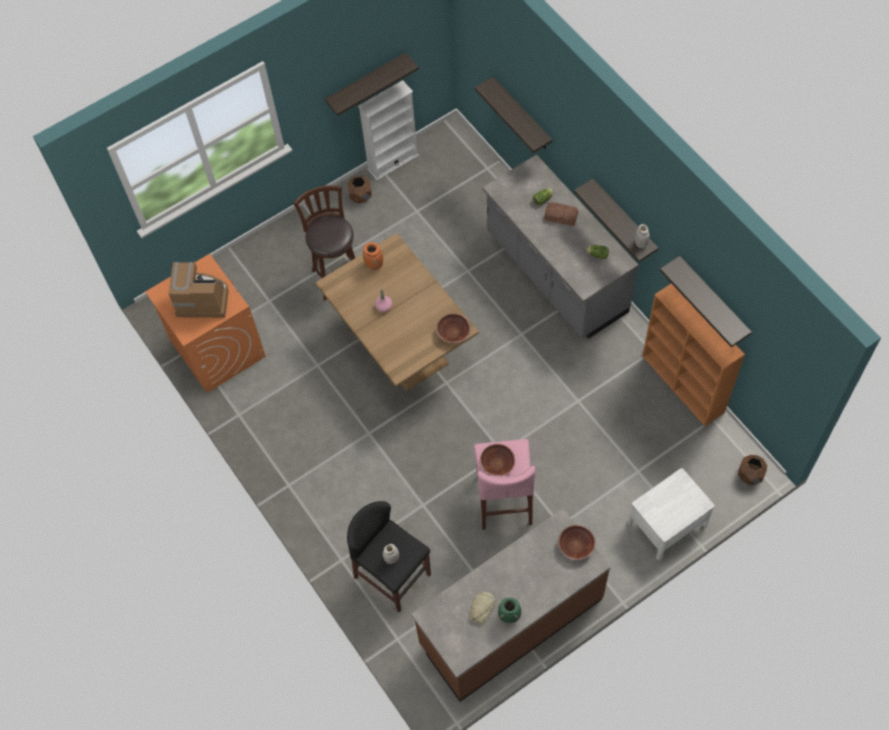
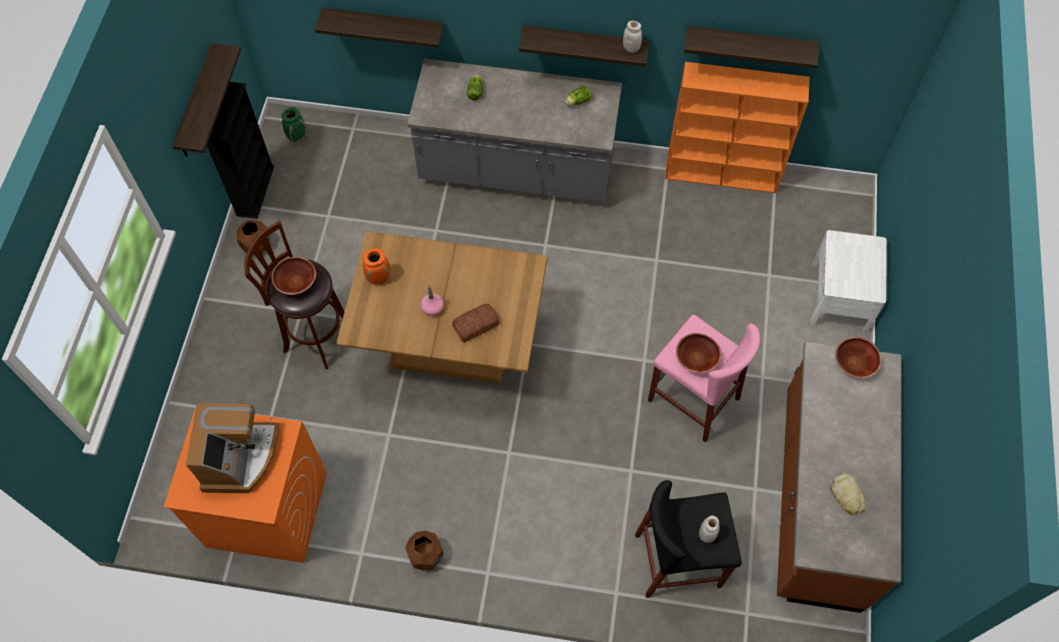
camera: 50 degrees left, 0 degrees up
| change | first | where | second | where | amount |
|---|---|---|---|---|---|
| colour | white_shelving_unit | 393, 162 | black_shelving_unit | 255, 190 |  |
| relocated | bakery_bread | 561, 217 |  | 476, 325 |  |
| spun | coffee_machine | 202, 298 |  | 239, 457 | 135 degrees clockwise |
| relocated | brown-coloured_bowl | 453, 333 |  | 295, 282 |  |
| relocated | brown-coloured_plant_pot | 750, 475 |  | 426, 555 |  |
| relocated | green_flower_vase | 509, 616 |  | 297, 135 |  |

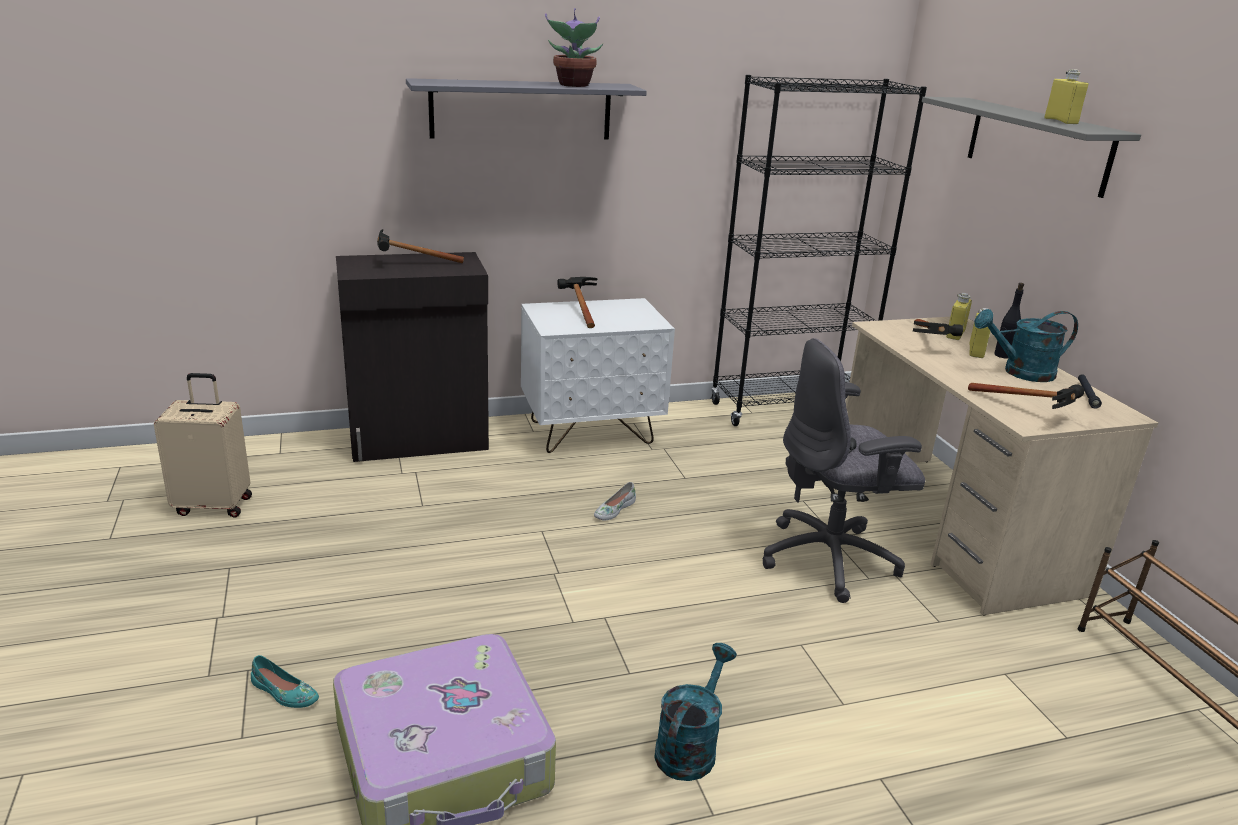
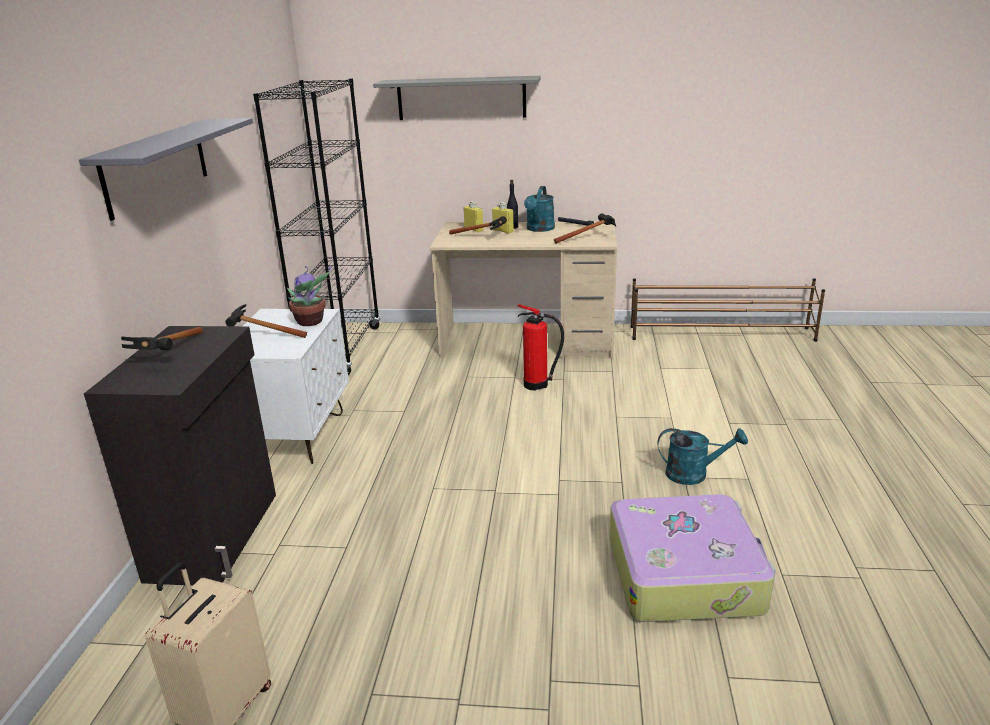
camera: 65 degrees left, 0 degrees up
| change | first | where | second | where | amount |
|---|---|---|---|---|---|
| relocated | plant_in_a_pot | 573, 85 |  | 311, 322 |  |
| missing | yellow-coloured_beverage_bottle | 1060, 121 |  |  |  |
| exchanged | grey_desk_chair | 831, 559 | extinguisher | 538, 385 |  |
| missing | white_low_shoe | 614, 510 |  |  |  |
| spun | turquoise_watering_can | 690, 746 |  | 694, 474 | 135 degrees clockwise |
| missing | turquoise_low_shoe | 284, 693 |  |  |  |

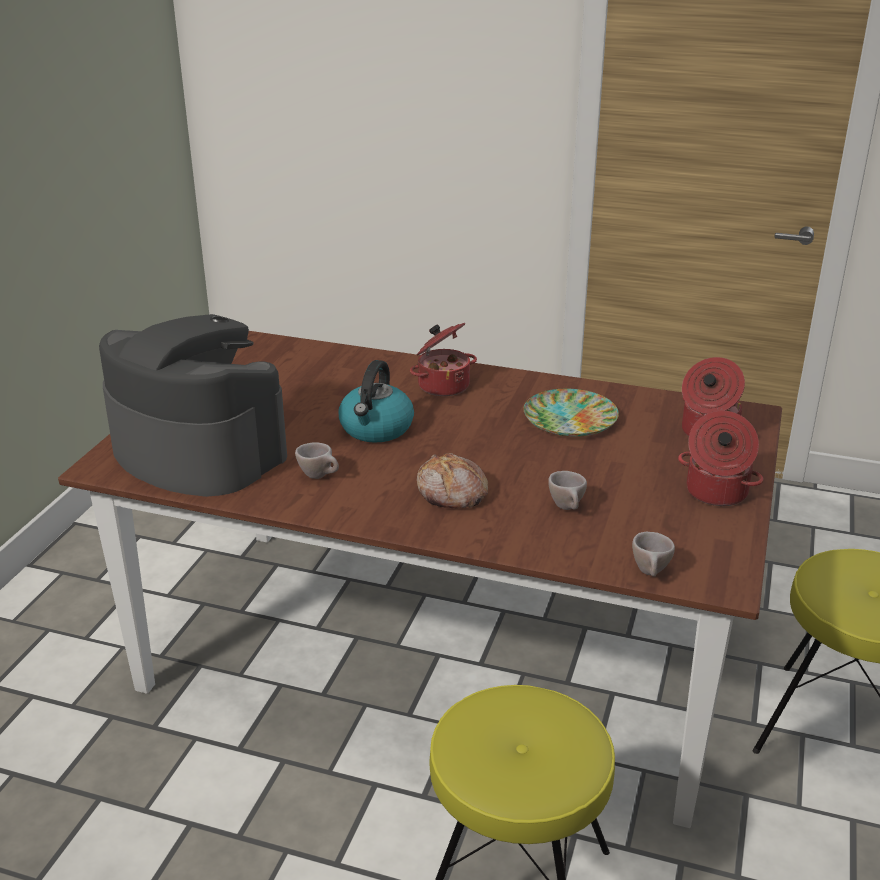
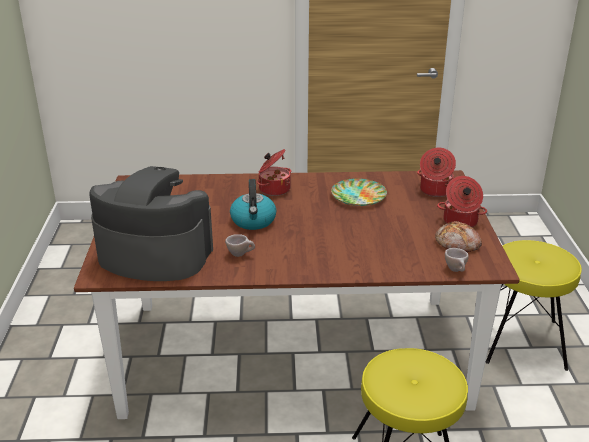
camera: 20 degrees left, 0 degrees up
| change | first | where | second | where | amount |
|---|---|---|---|---|---|
| relocated | bakery_bread | 451, 493 |  | 458, 244 |  |
| missing | sand-coloured_drinking_cup | 568, 508 |  |  |  |

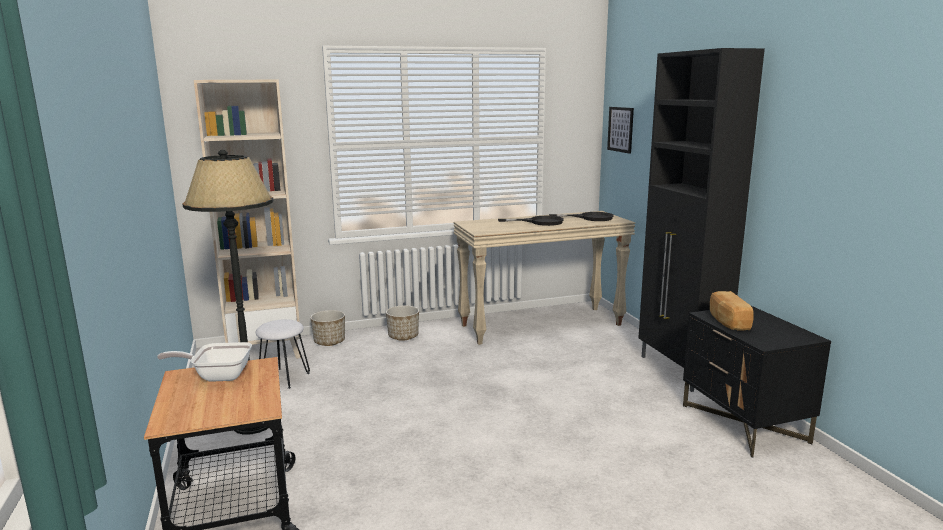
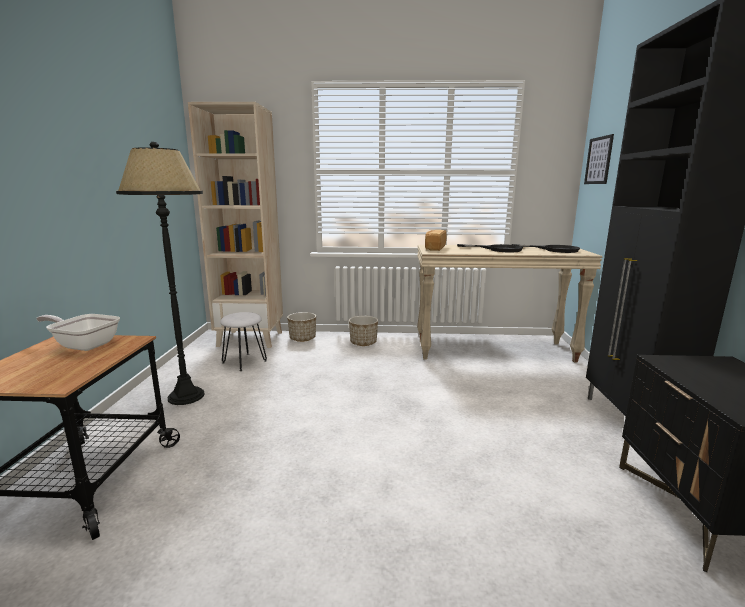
camera: 20 degrees right, 0 degrees up
| change | first | where | second | where | amount |
|---|---|---|---|---|---|
| relocated | bakery_bread | 728, 321 |  | 434, 248 |  |

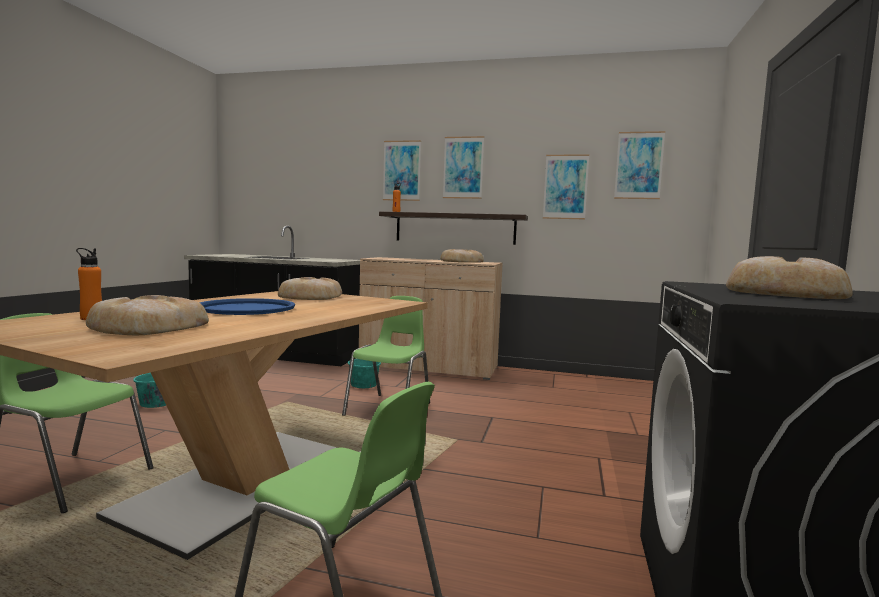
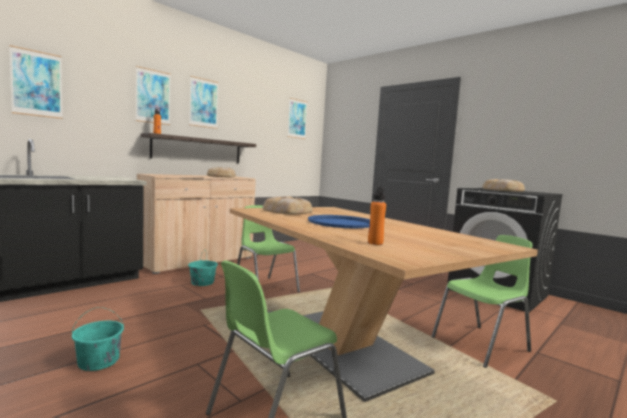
camera: 60 degrees left, 0 degrees up
| change | first | where | second | where | amount |
|---|---|---|---|---|---|
| relocated | wall_picture | 565, 187 |  | 37, 84 |  |
| missing | bakery_bread | 146, 327 |  |  |  |

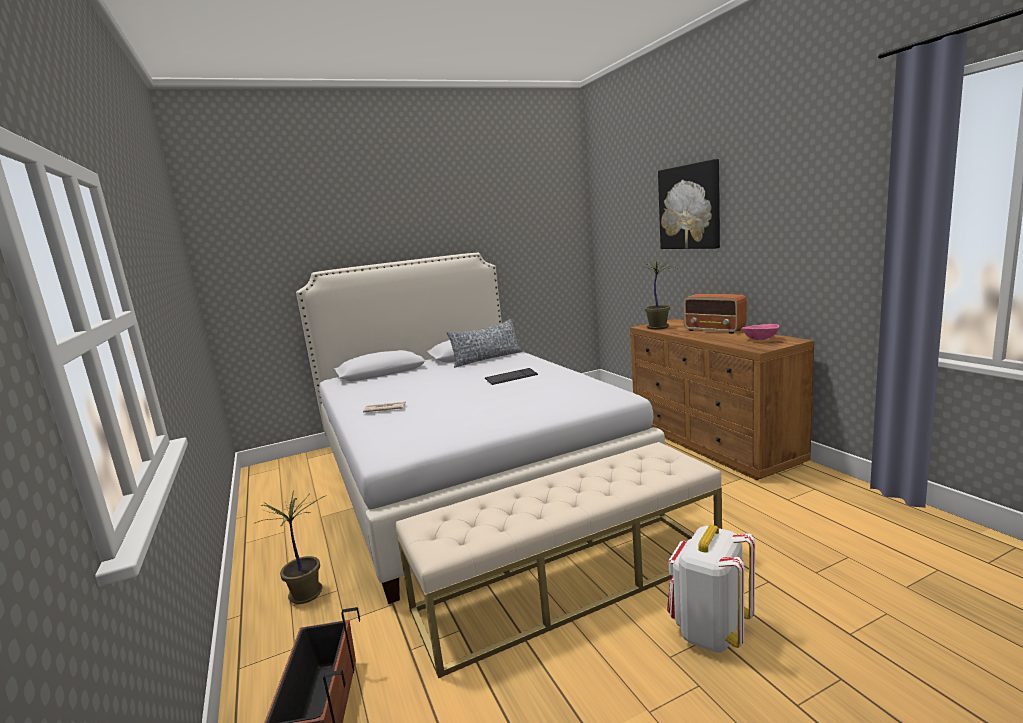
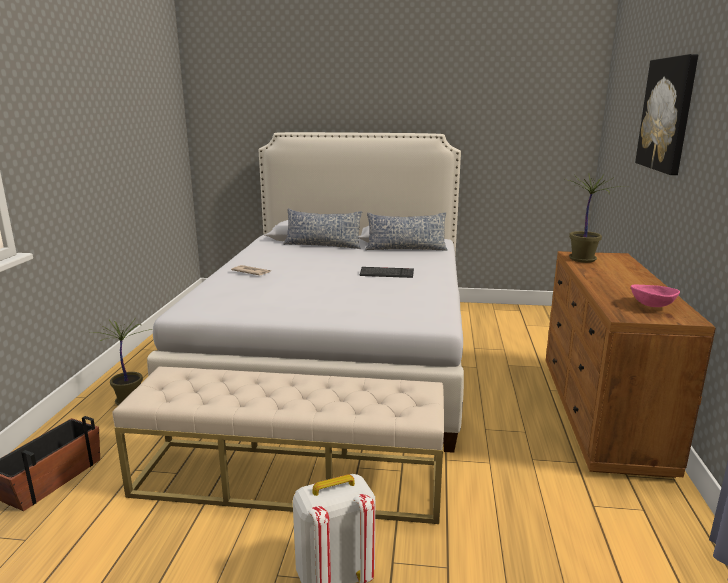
camera: 30 degrees right, 5 degrees up
| change | first | where | second | where | amount |
|---|---|---|---|---|---|
| missing | radio_set | 715, 330 |  |  |  |
| appeared |  |  | pillow | 322, 245 |  |

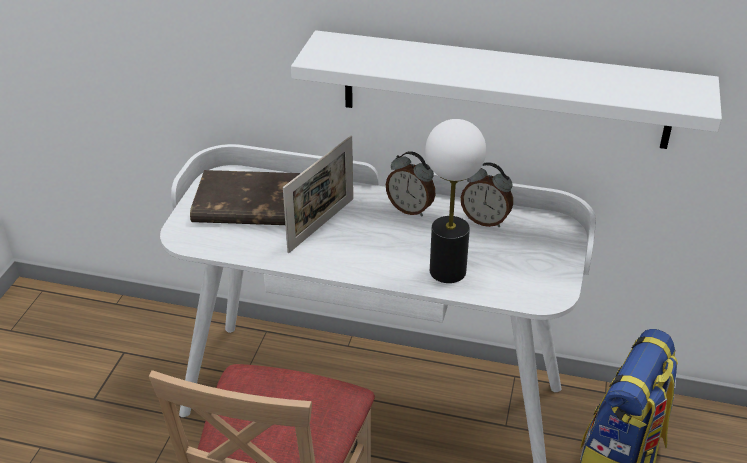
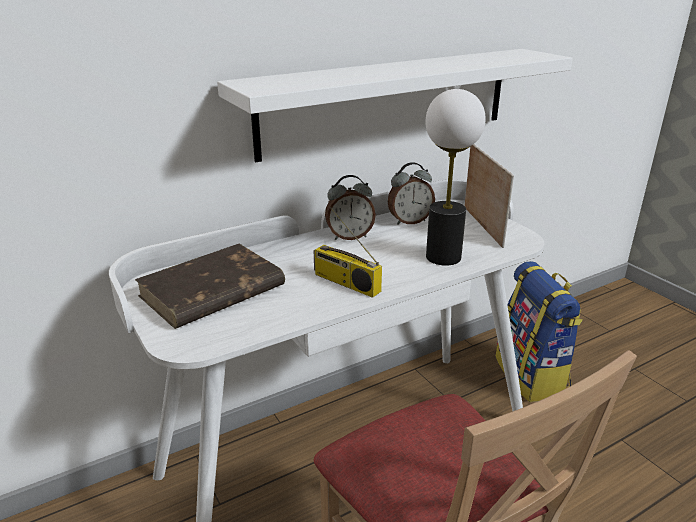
camera: 45 degrees left, 10 degrees down
| change | first | where | second | where | amount |
|---|---|---|---|---|---|
| relocated | standing_frame | 321, 225 |  | 482, 226 |  |
| appeared |  |  | radio_set | 345, 283 |  |

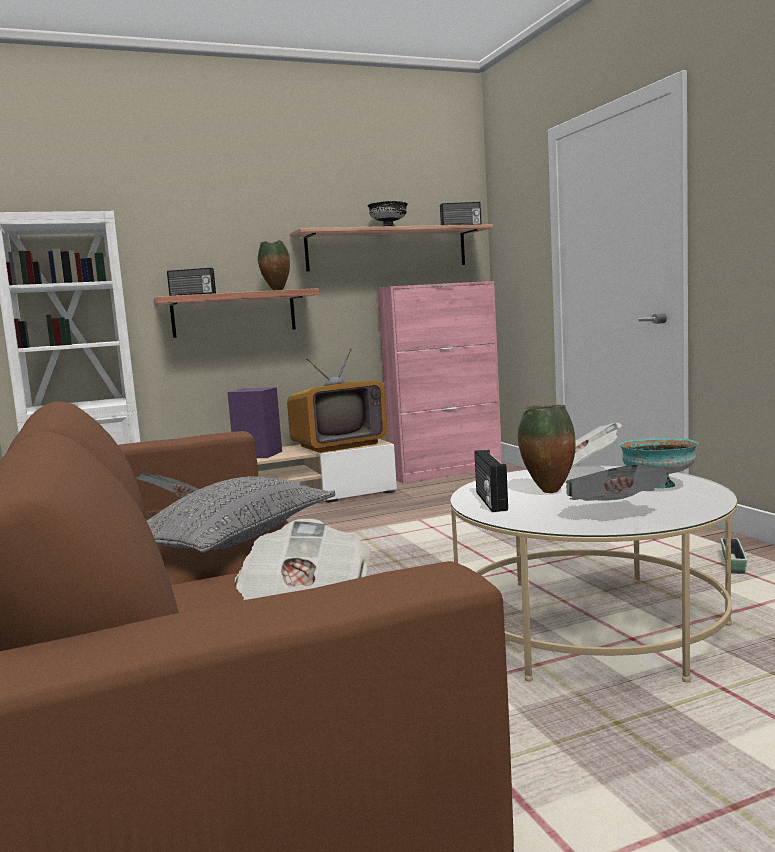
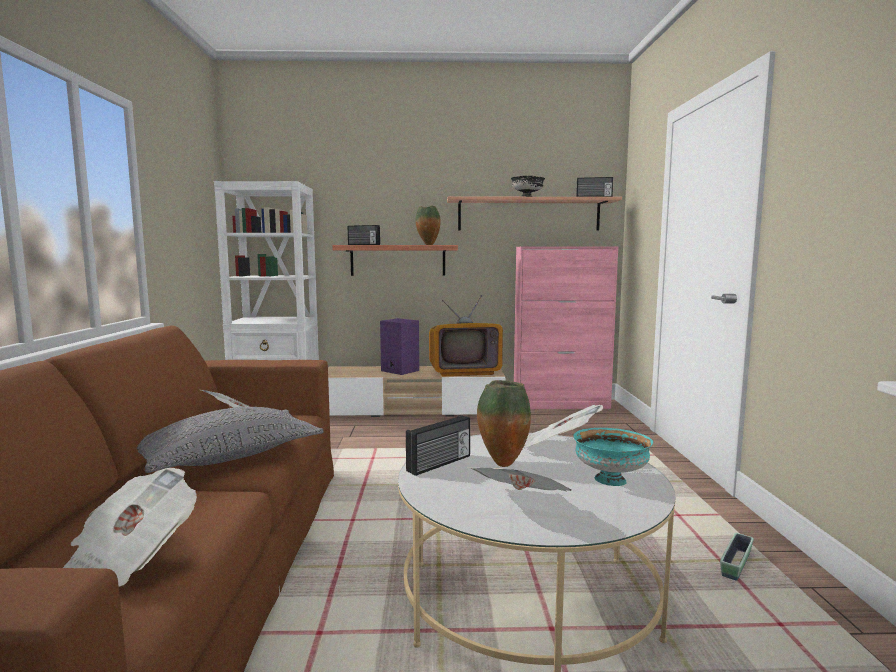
camera: 20 degrees right, 0 degrees up
| change | first | where | second | where | amount |
|---|---|---|---|---|---|
| spun | radio_set | 489, 501 |  | 440, 464 | 150 degrees counterclockwise |

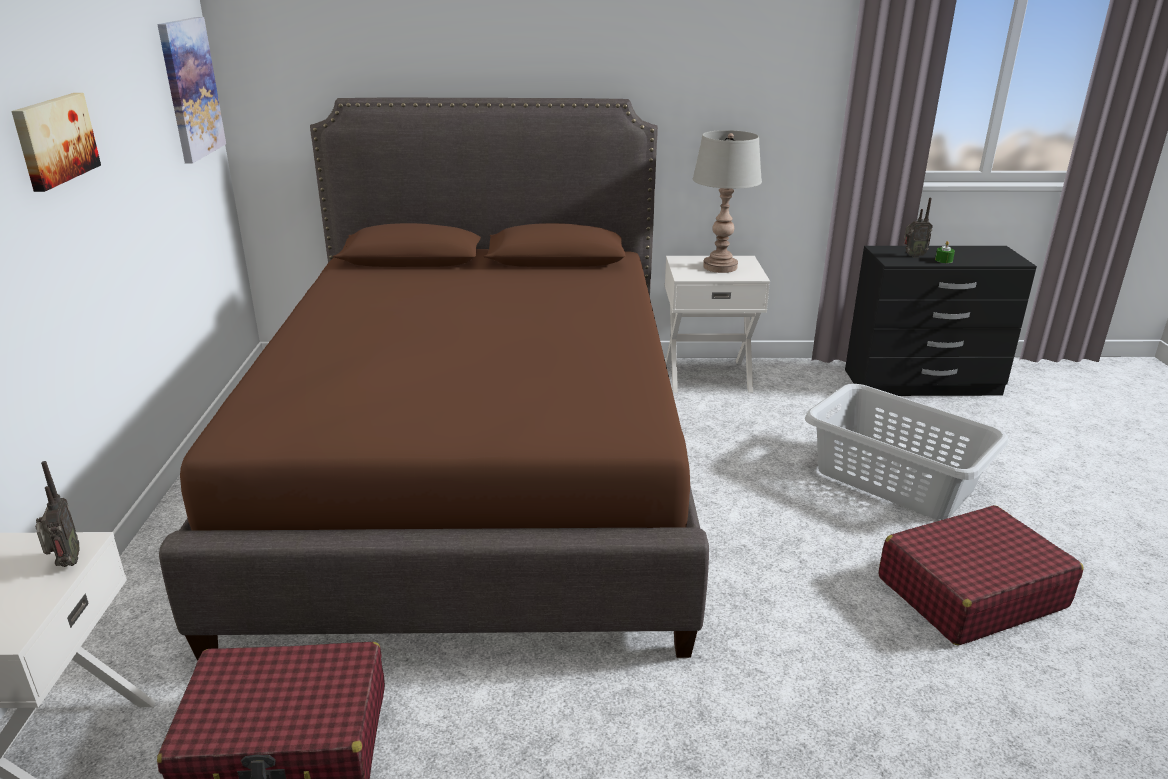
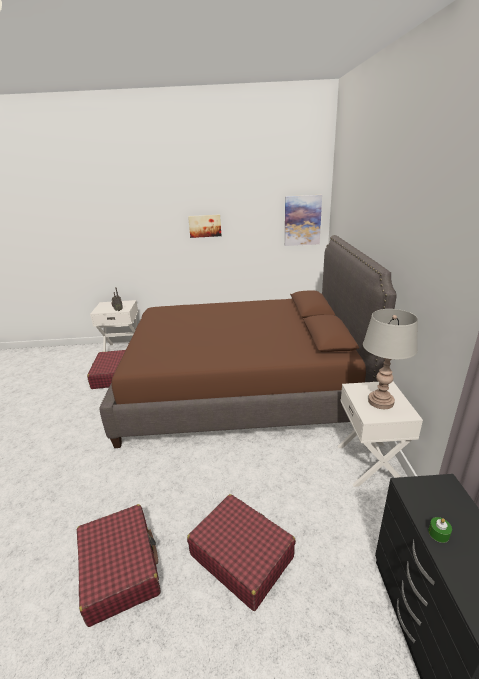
camera: 90 degrees right, 0 degrees up
| change | first | where | second | where | amount |
|---|---|---|---|---|---|
| missing | radio_set | 912, 256 |  |  |  |
| exchanged | grey_hamper | 894, 480 | red_travel_case | 241, 555 |  |

